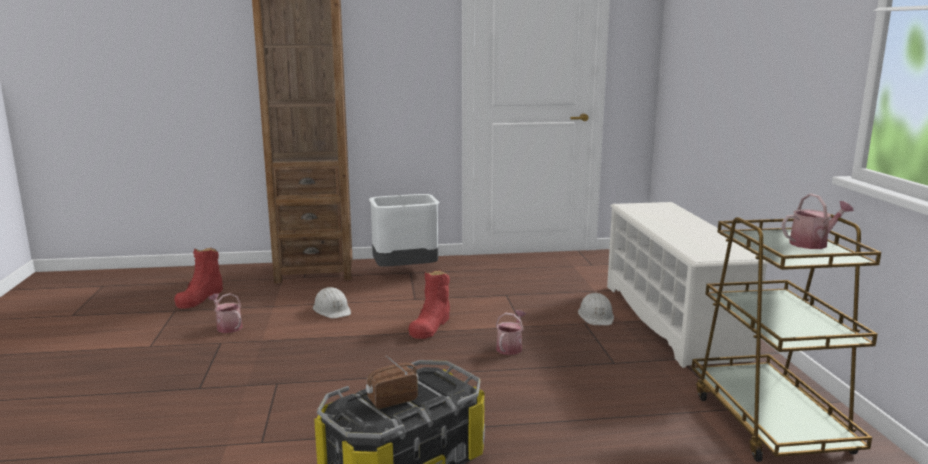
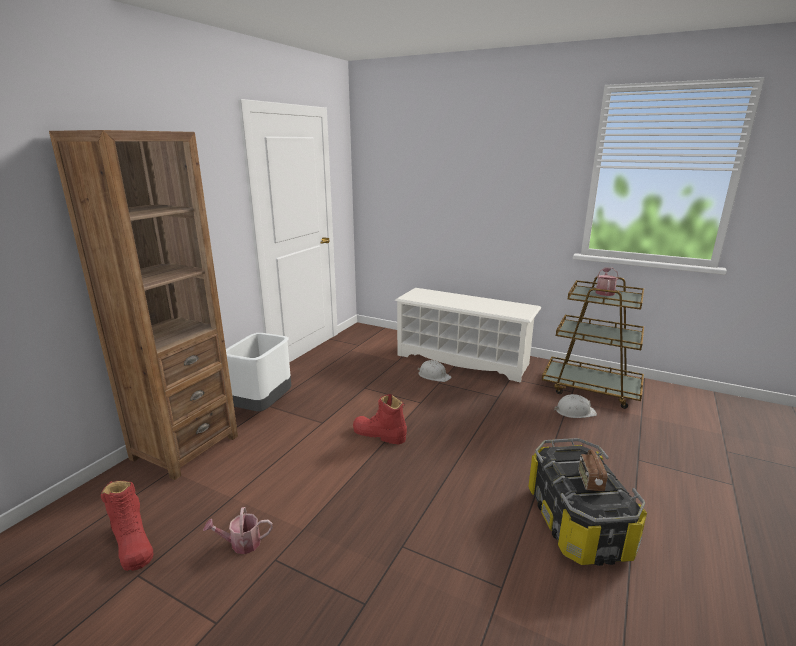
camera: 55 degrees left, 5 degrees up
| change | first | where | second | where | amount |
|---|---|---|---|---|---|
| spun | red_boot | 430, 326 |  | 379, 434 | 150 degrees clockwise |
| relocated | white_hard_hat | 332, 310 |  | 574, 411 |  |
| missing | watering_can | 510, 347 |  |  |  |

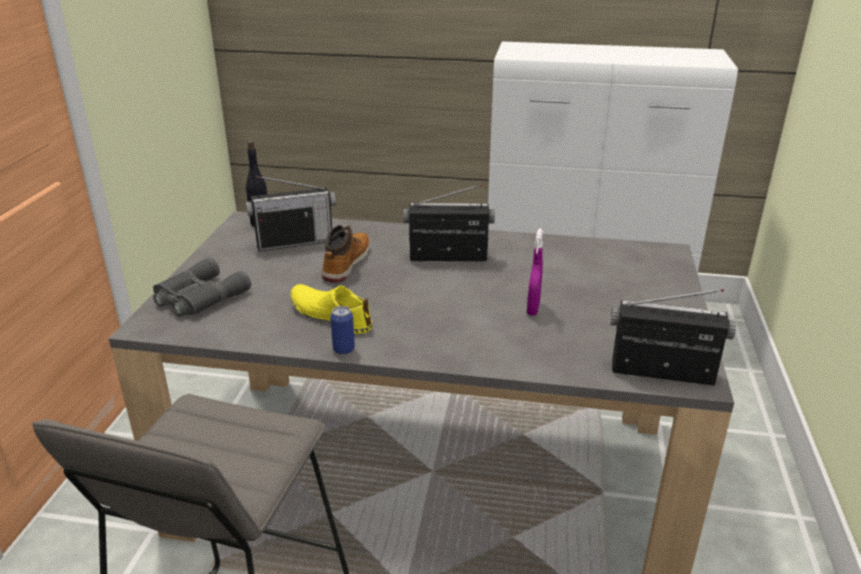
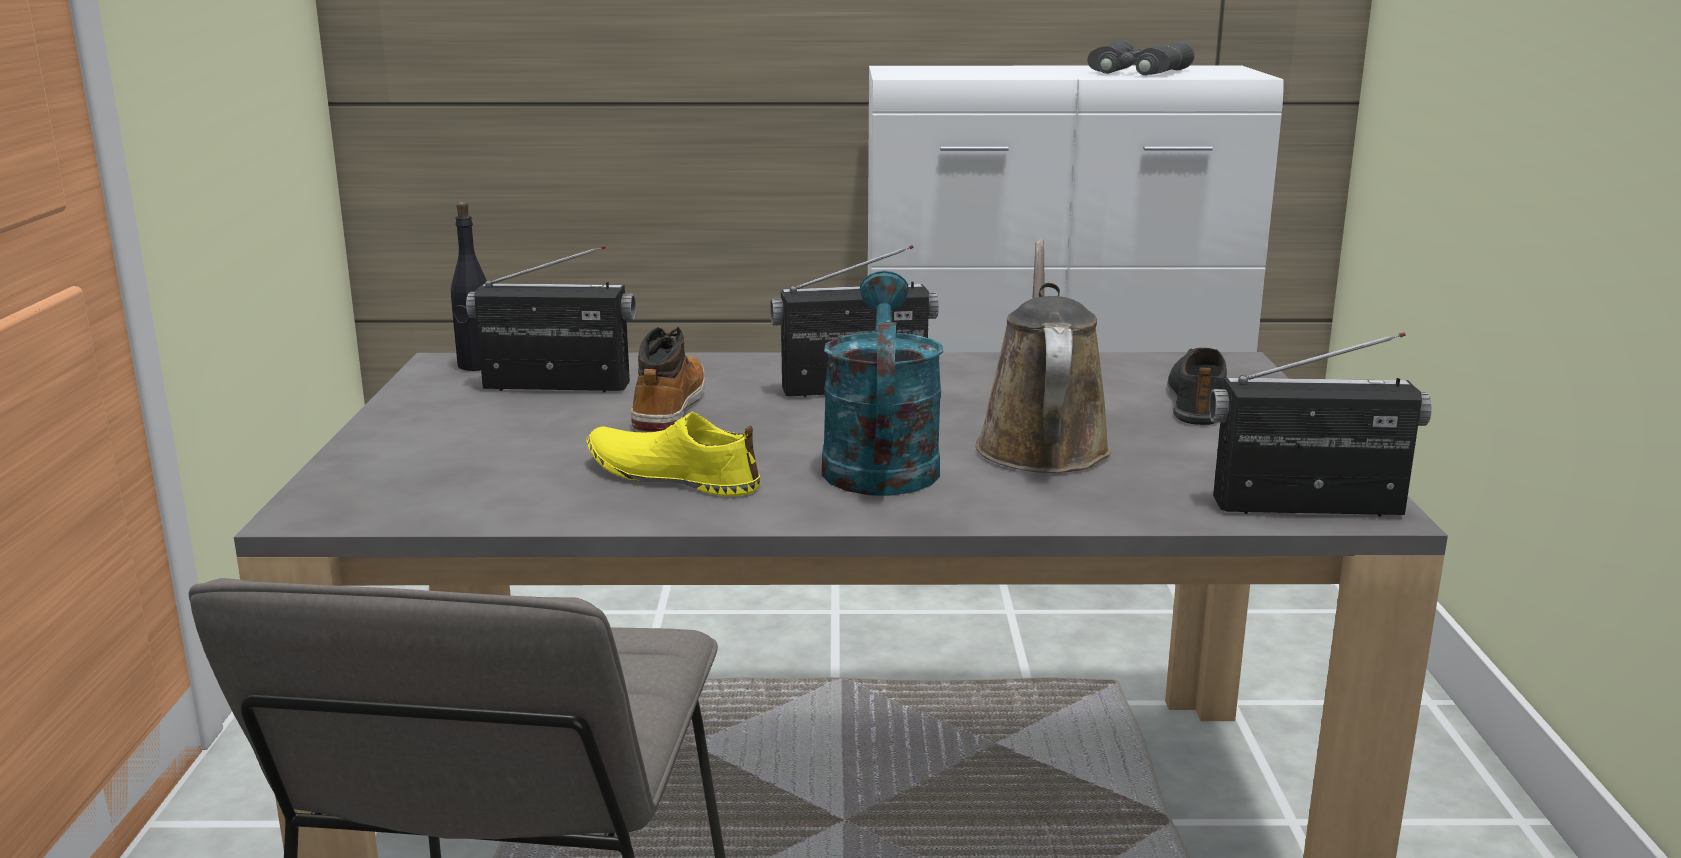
camera: 10 degrees left, 10 degrees down
| change | first | where | second | where | amount |
|---|---|---|---|---|---|
| spun | radio_set | 295, 242 |  | 556, 386 | 150 degrees counterclockwise |
| exchanged | purple_sprayer | 533, 309 | brown-coloured_watering_can | 1041, 444 |  |
| relocated | grey_binoculars | 198, 297 |  | 1136, 72 |  |
| missing | can | 343, 349 |  |  |  |
| appeared |  |  | turquoise_watering_can | 879, 461 |  |
| appeared |  |  | black_low_shoe | 1199, 398 |  |

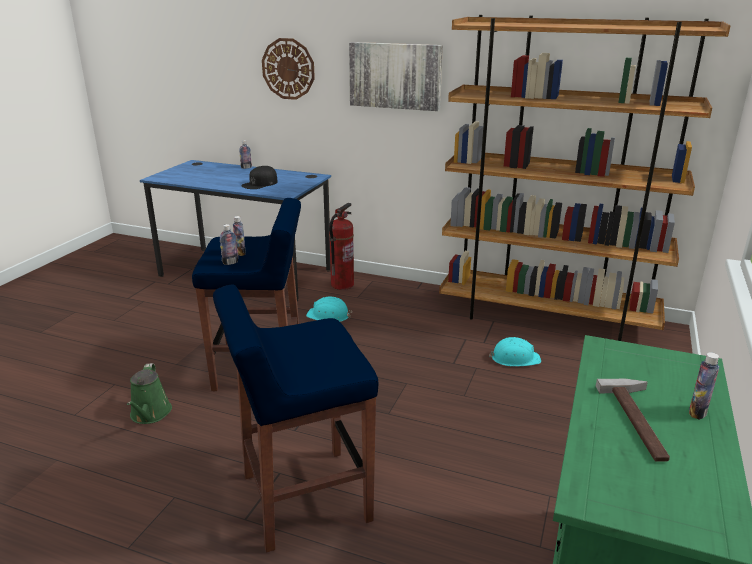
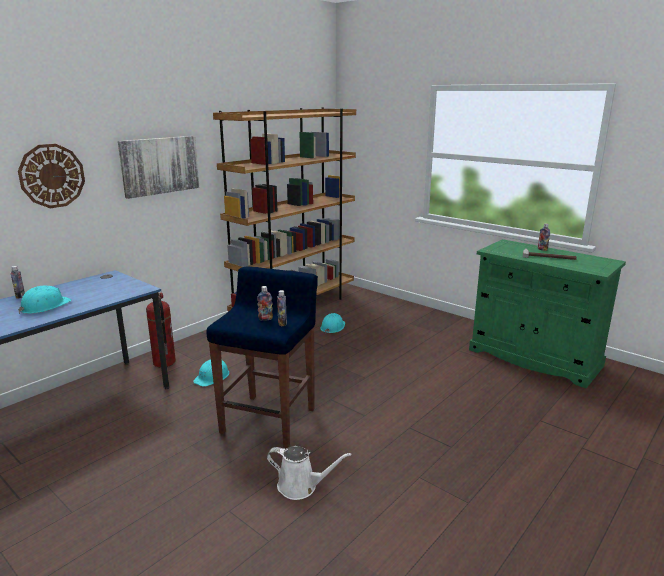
camera: 70 degrees left, 5 degrees down
| change | first | where | second | where | amount |
|---|---|---|---|---|---|
| missing | black_cap | 260, 184 |  |  |  |
| missing | bluish_stool_seat | 303, 498 |  |  |  |
| colour | green_watering_can | 150, 414 | white_watering_can | 301, 486 |  |
| appeared |  |  | turquoise_hard_hat | 45, 306 |  |

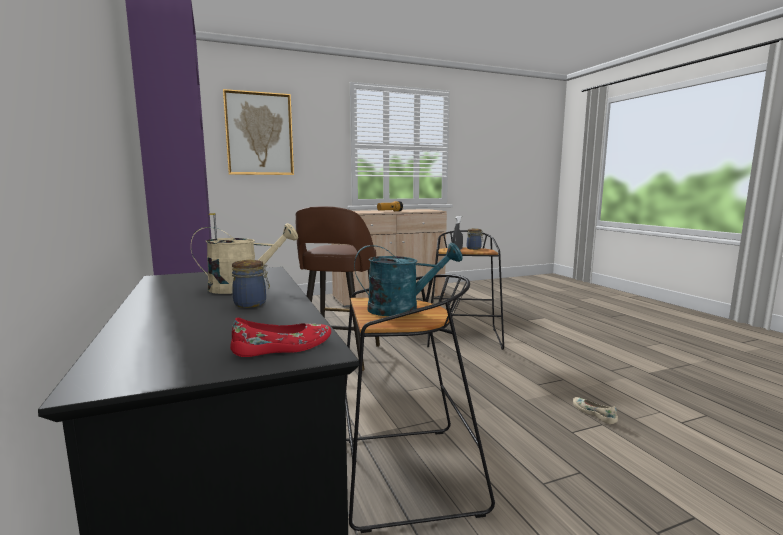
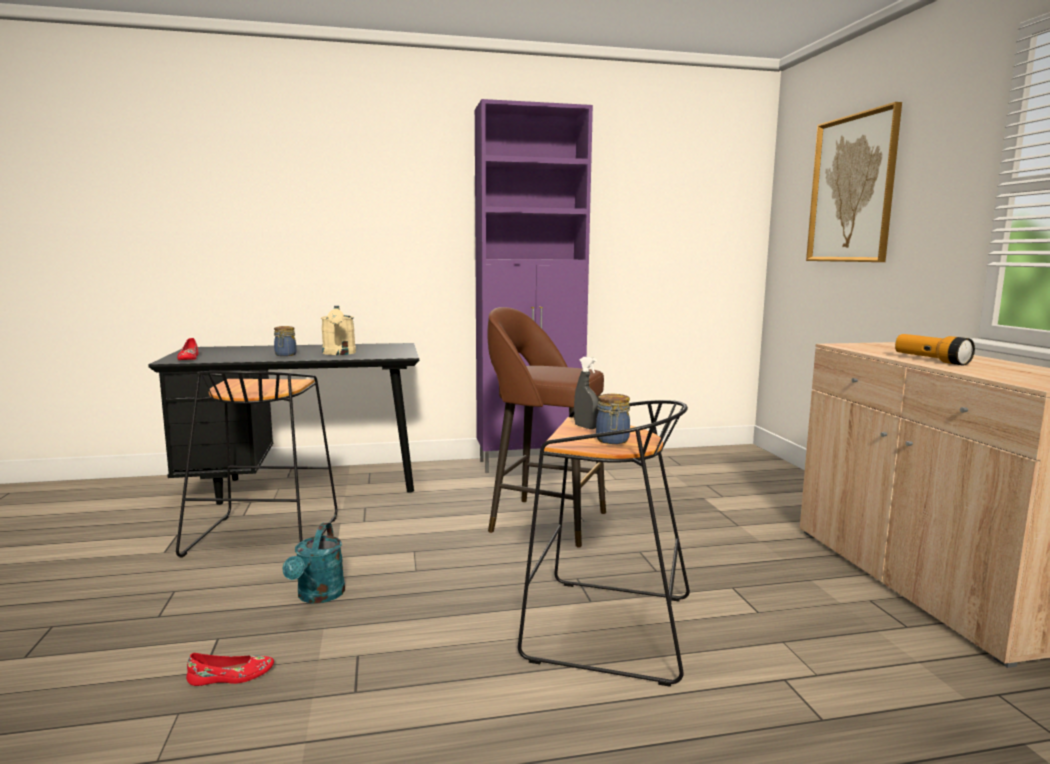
camera: 100 degrees right, 0 degrees up
| change | first | where | second | where | amount |
|---|---|---|---|---|---|
| relocated | turquoise_watering_can | 402, 309 |  | 318, 596 |  |
| colour | sand-coloured_low_shoe | 594, 413 | red_low_shoe | 231, 676 |  |

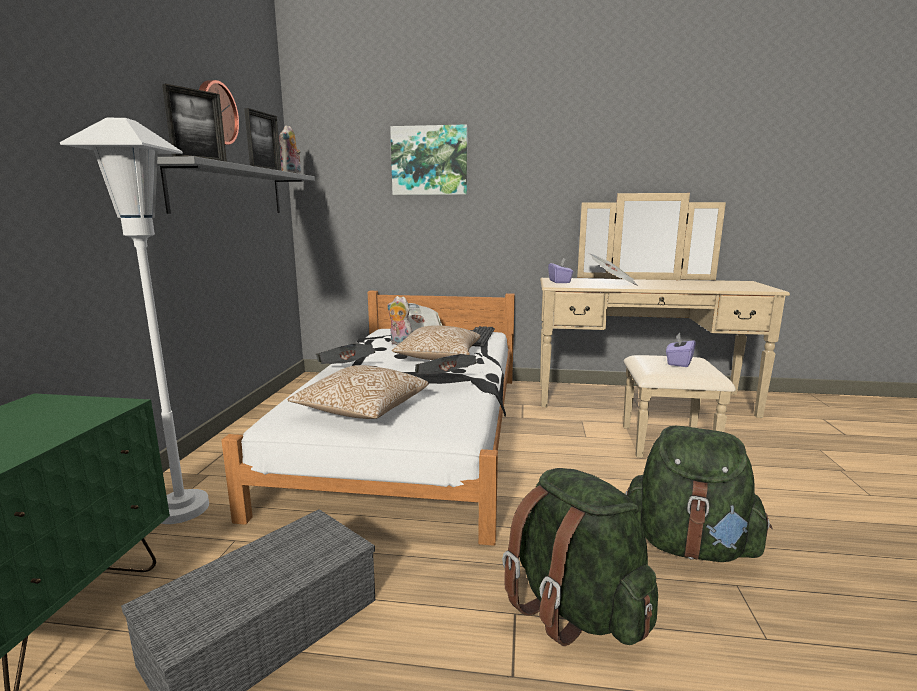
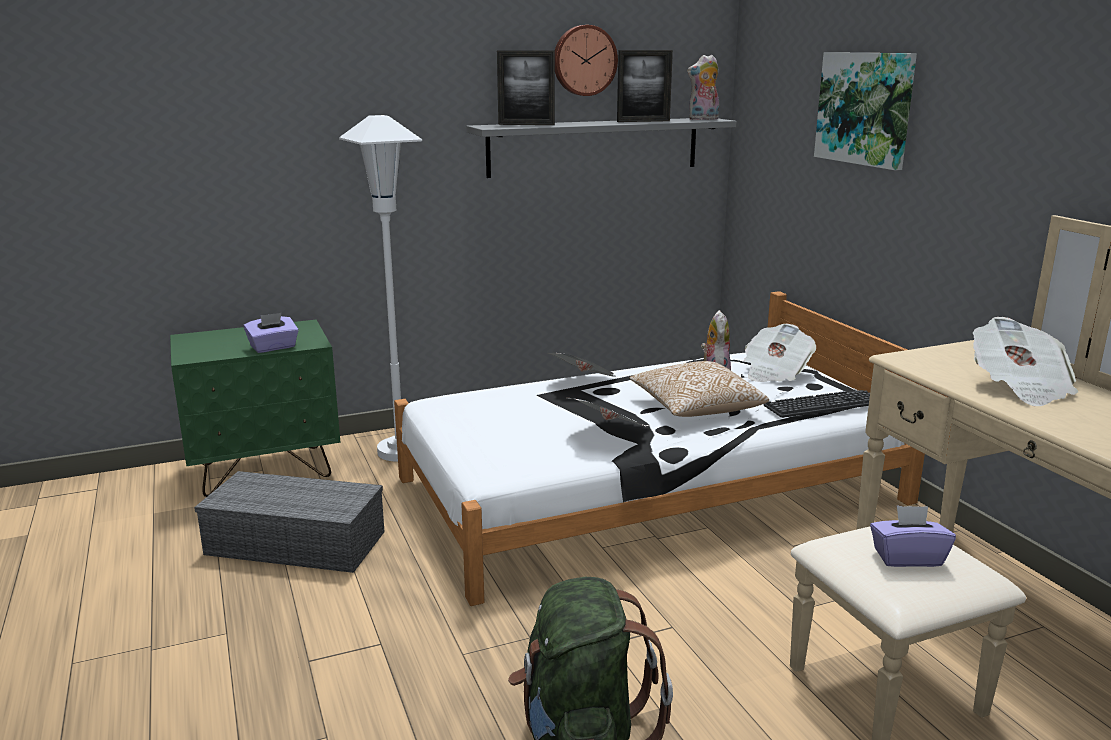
camera: 60 degrees right, 5 degrees up
| change | first | where | second | where | amount |
|---|---|---|---|---|---|
| relocated | purple_tissue_holder | 560, 281 |  | 273, 347 |  |
| missing | pillow | 362, 411 |  |  |  |
| missing | green_knapsack | 575, 608 |  |  |  |

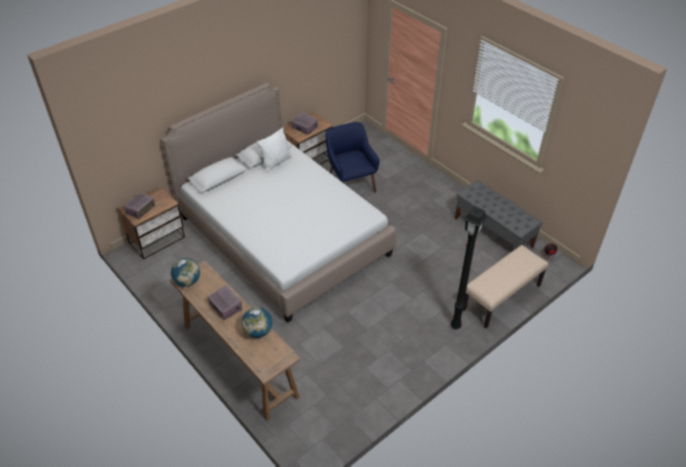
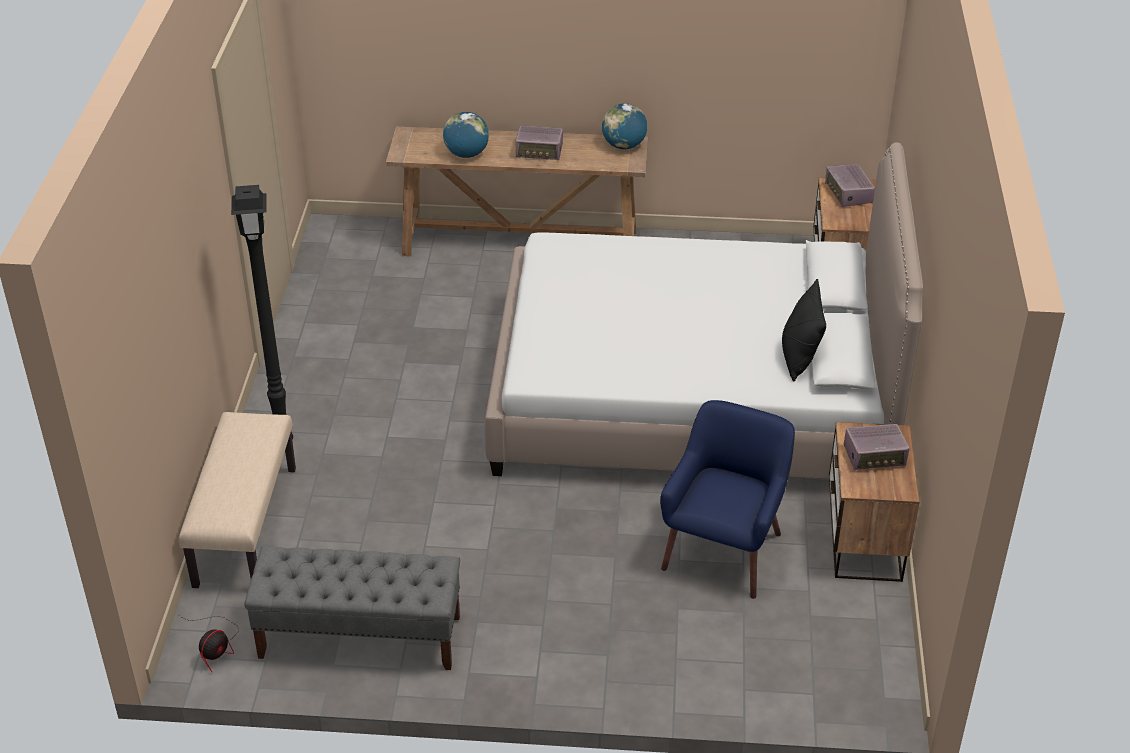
camera: 135 degrees right, 5 degrees down
| change | first | where | second | where | amount |
|---|---|---|---|---|---|
| spun | bluish_lounge_chair | 350, 184 |  | 724, 550 | 90 degrees counterclockwise |
| colour | white_pillow | 276, 163 | black_pillow | 798, 358 |  |

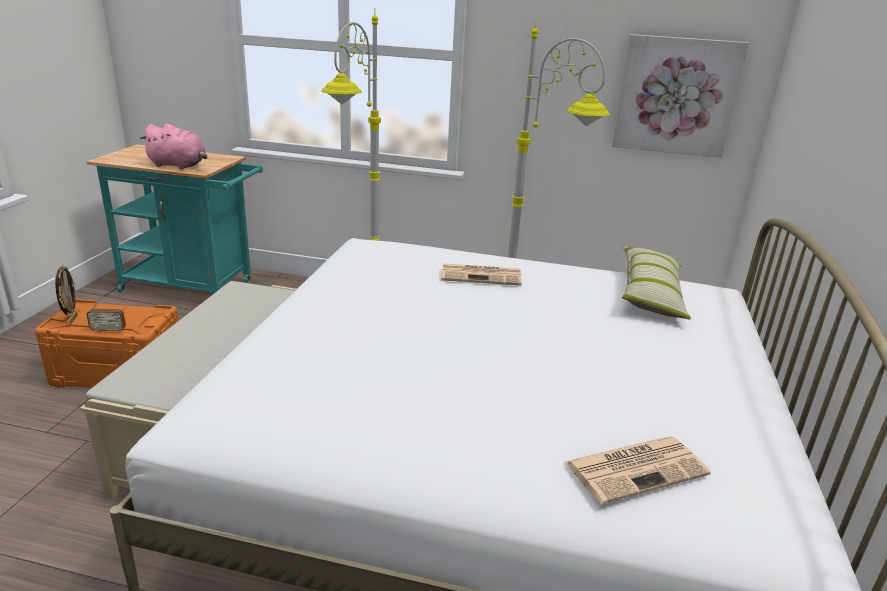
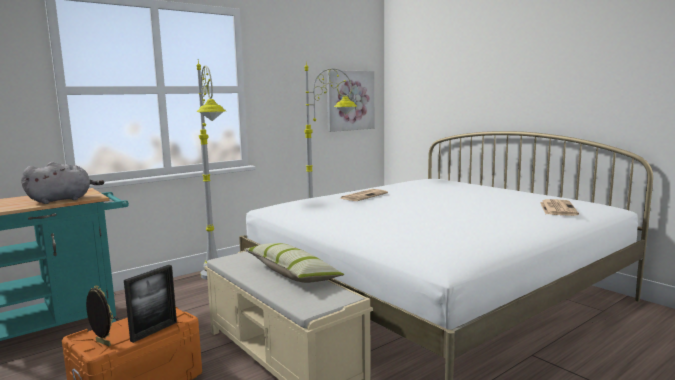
camera: 50 degrees left, 15 degrees down
| change | first | where | second | where | amount |
|---|---|---|---|---|---|
| colour | pinkish_cuddly_toy | 179, 165 | grey_cuddly_toy | 63, 200 |  |
| relocated | pillow | 650, 294 |  | 292, 273 |  |
| exchanged | radio_set | 108, 330 | standing_frame | 154, 331 |  |

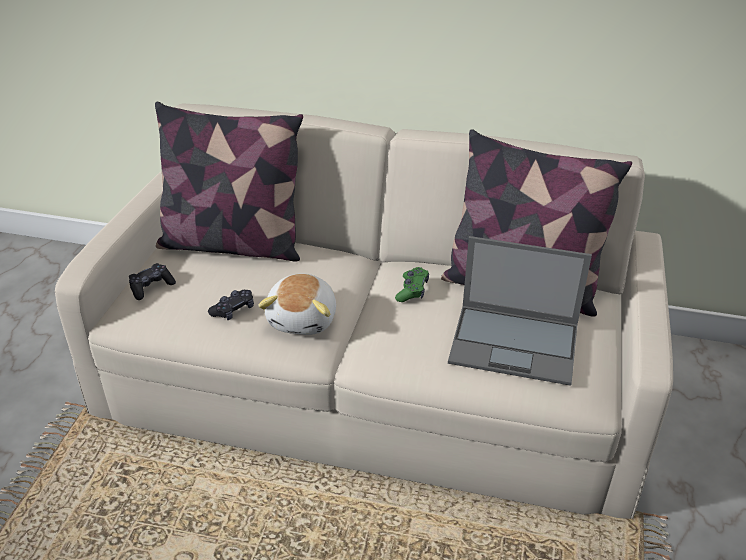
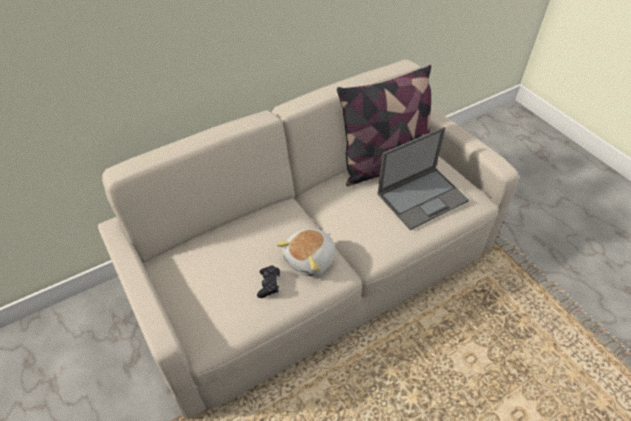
camera: 45 degrees left, 10 degrees up
| change | first | where | second | where | amount |
|---|---|---|---|---|---|
| missing | pillow | 232, 243 |  |  |  |
| missing | black_joypad | 151, 286 |  |  |  |
| missing | green_joypad | 412, 290 |  |  |  |
| spun | cuddly_toy | 304, 318 |  | 311, 259 | 75 degrees clockwise |

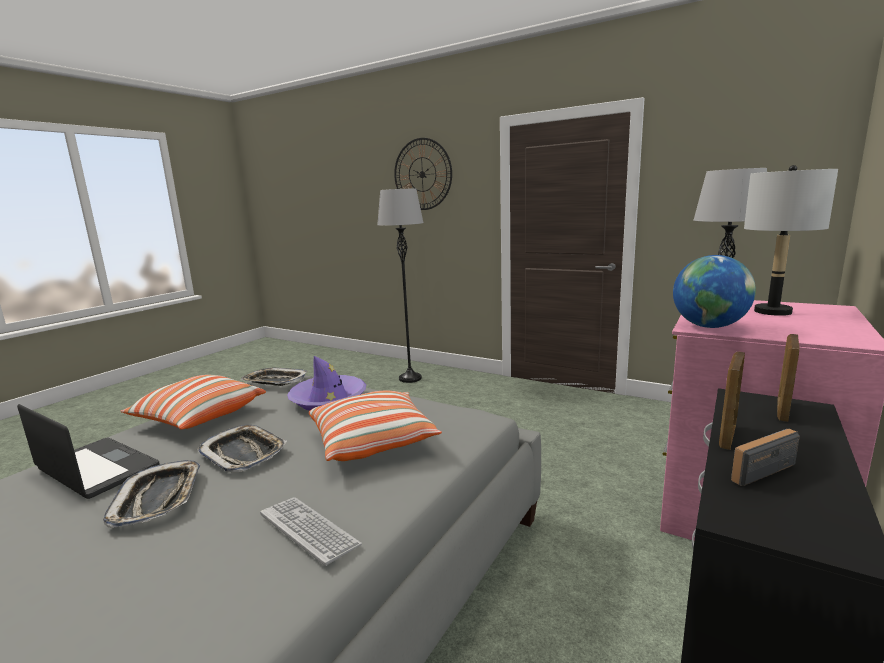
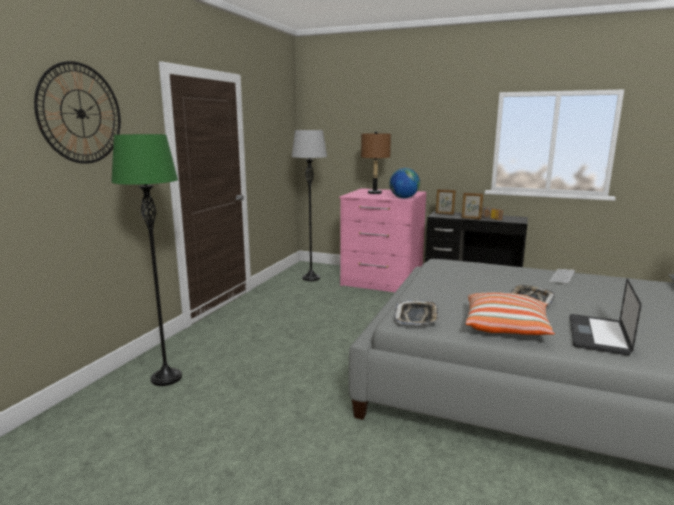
camera: 100 degrees left, 0 degrees up
| change | first | where | second | where | amount |
|---|---|---|---|---|---|
| colour | grey_tabletop_lamp | 772, 312 | brown-coloured_tabletop_lamp | 374, 193 |  |
| colour | grey_standing_lamp | 410, 378 | green_standing_lamp | 166, 378 |  |
| missing | purple_wearable_hat | 328, 399 |  |  |  |
| missing | pillow | 373, 441 |  |  |  |
| missing | tray | 158, 498 |  |  |  |

